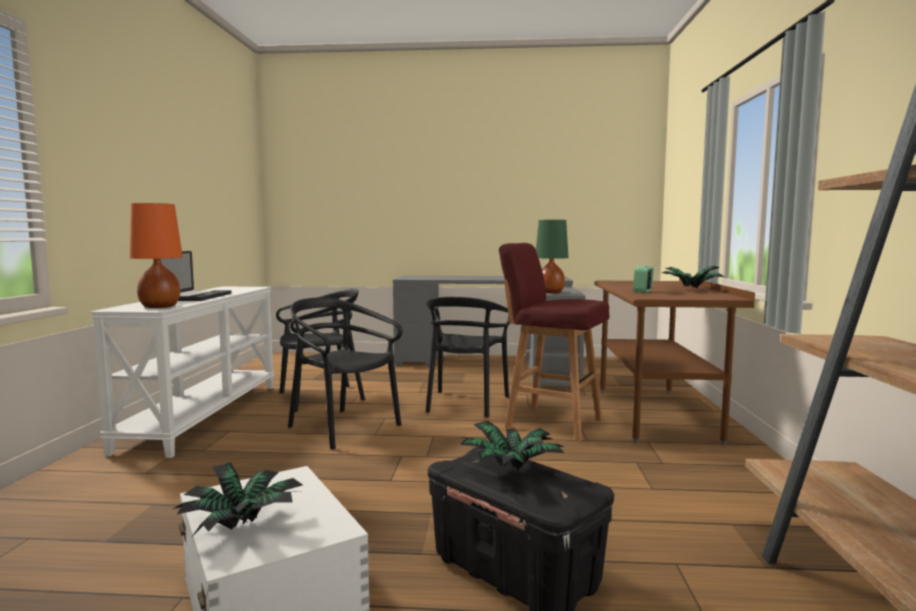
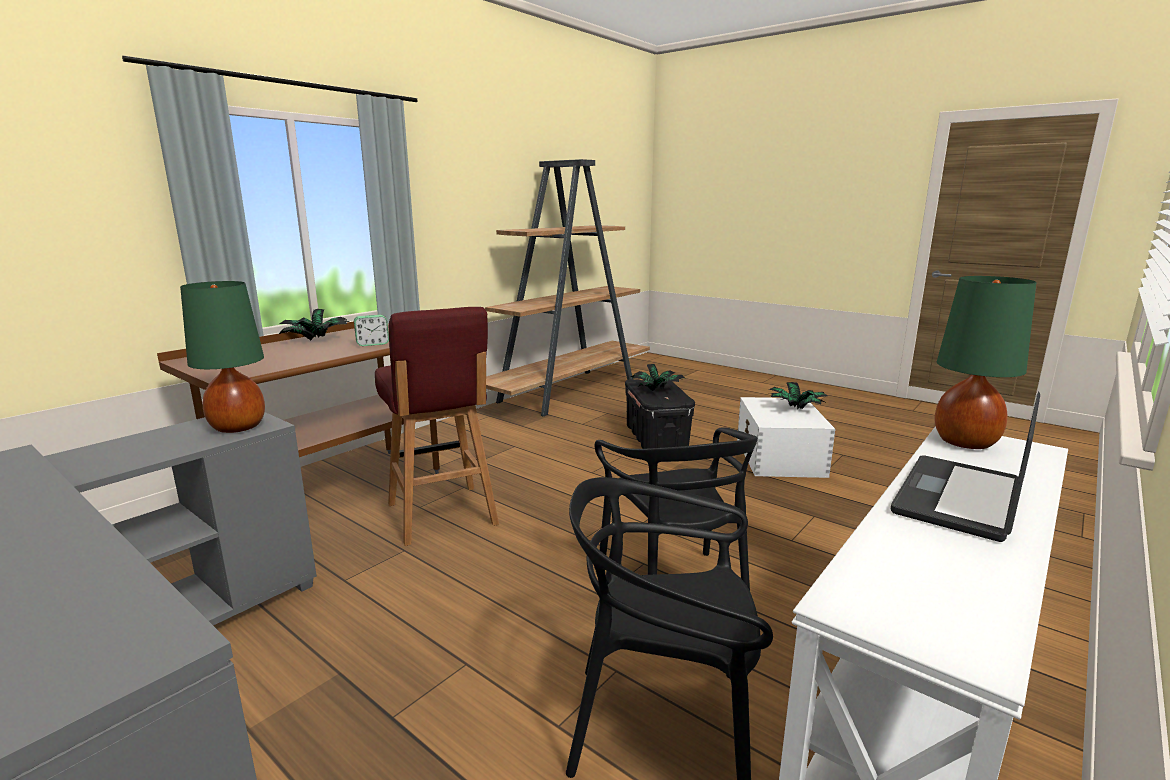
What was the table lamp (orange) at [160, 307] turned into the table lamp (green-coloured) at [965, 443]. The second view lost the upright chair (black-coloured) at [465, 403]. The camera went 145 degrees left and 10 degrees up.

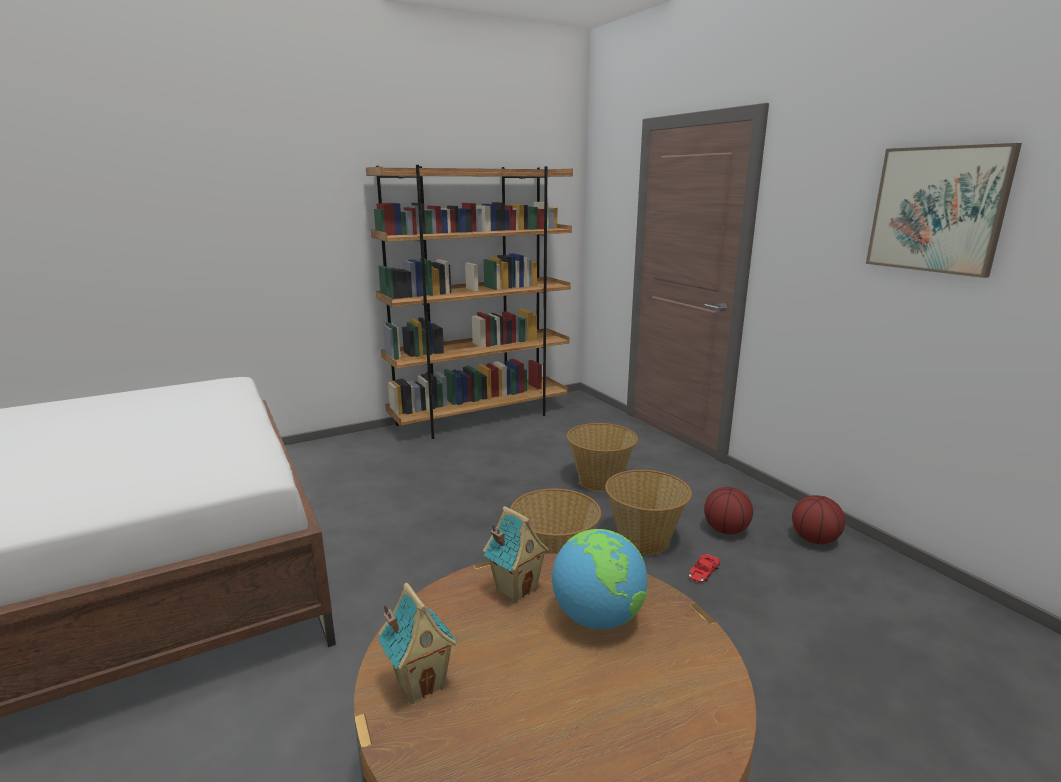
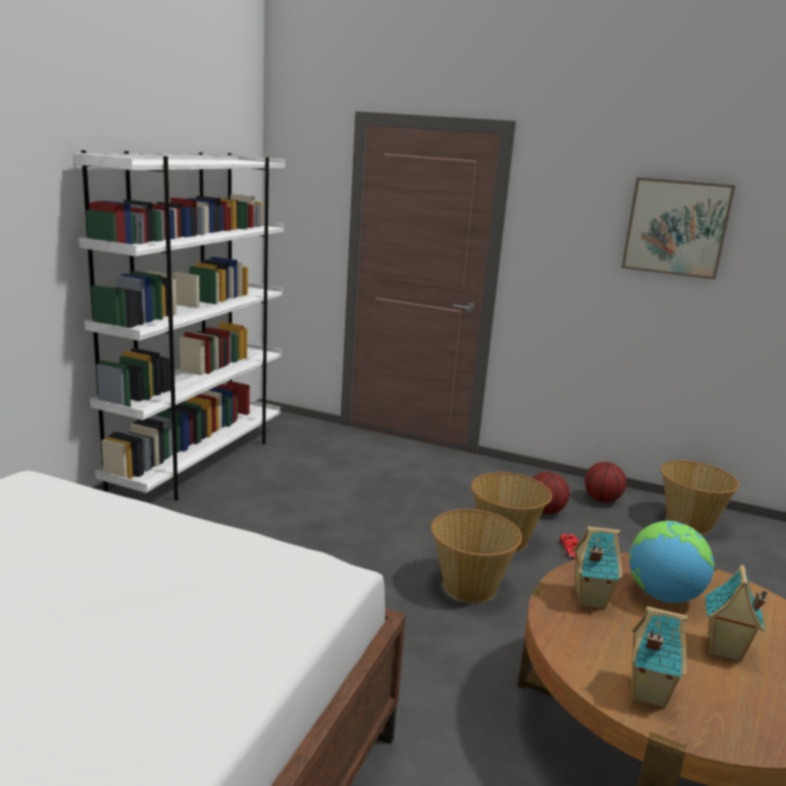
What was the bookshelf (brown-coloured) at [481, 418] turned into the bookshelf (white) at [199, 462]. The basket ended up elsewhere, having gone from [600, 481] to [688, 522]. The second view gained the model house at [723, 650]. The camera went 40 degrees left and 0 degrees up.

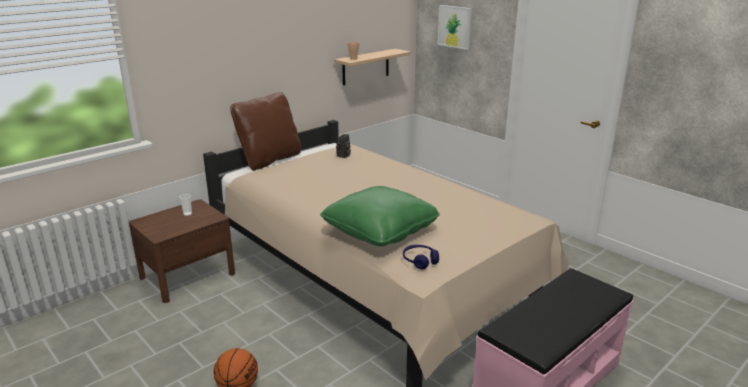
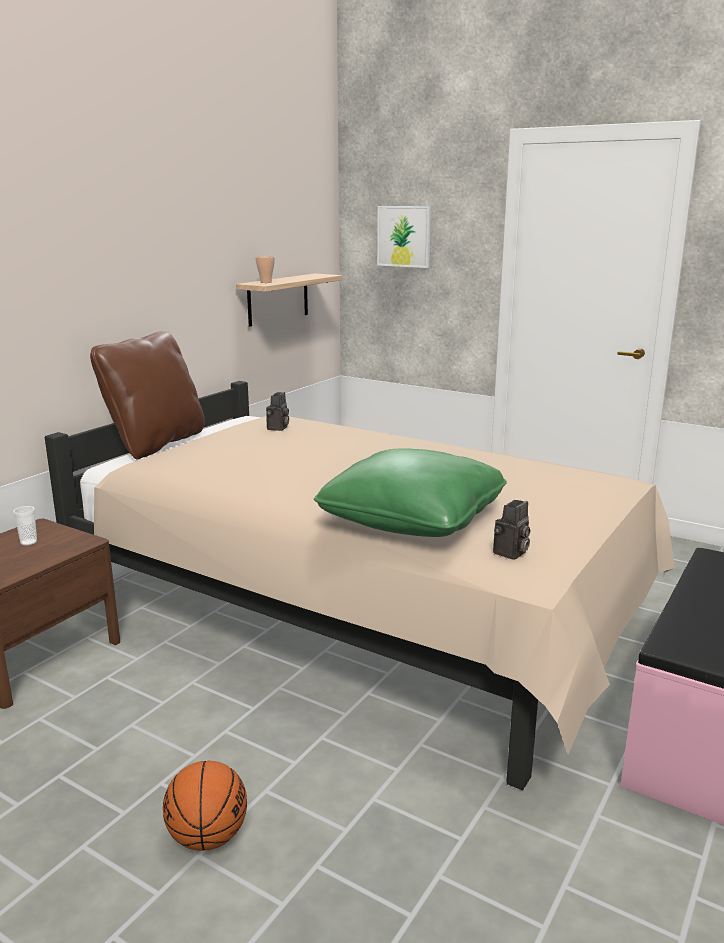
Where the pair of headphones (blue) stood at [420, 261], the still camera came to stand at [511, 553]. The camera went 15 degrees left and 5 degrees down.

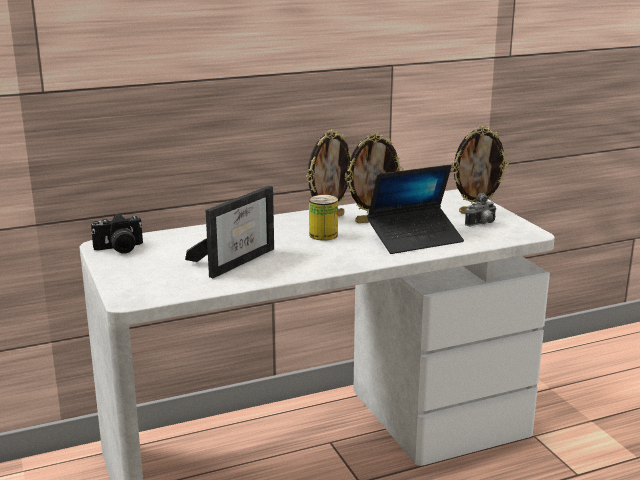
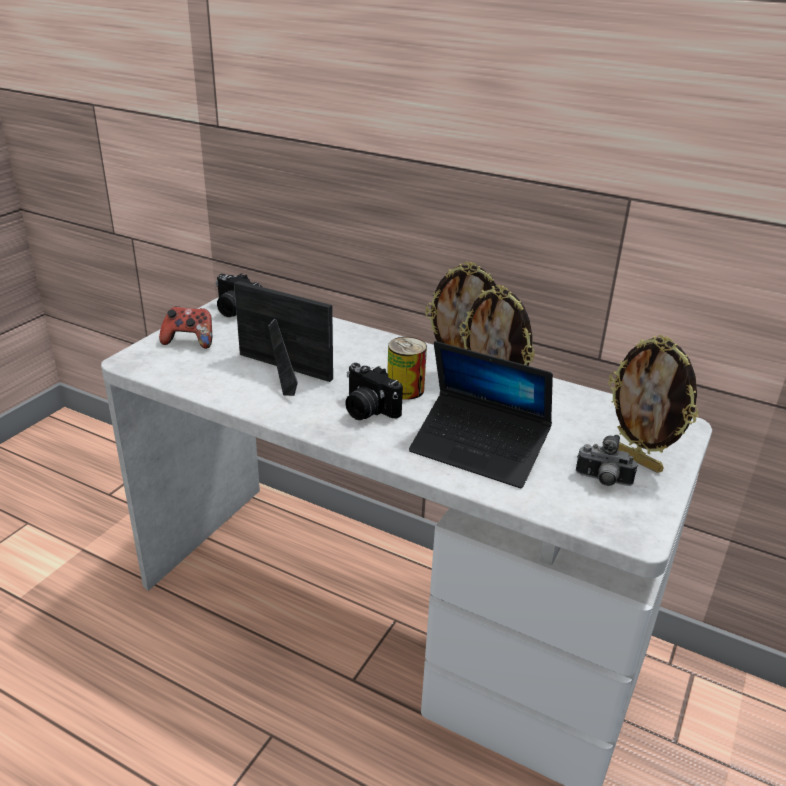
The picture frame at [236, 260] ended up facing another way, 150 degrees counterclockwise from before. The second view gained the joypad at [189, 341]. The second view gained the still camera at [367, 410]. The camera went 50 degrees right and 10 degrees up.

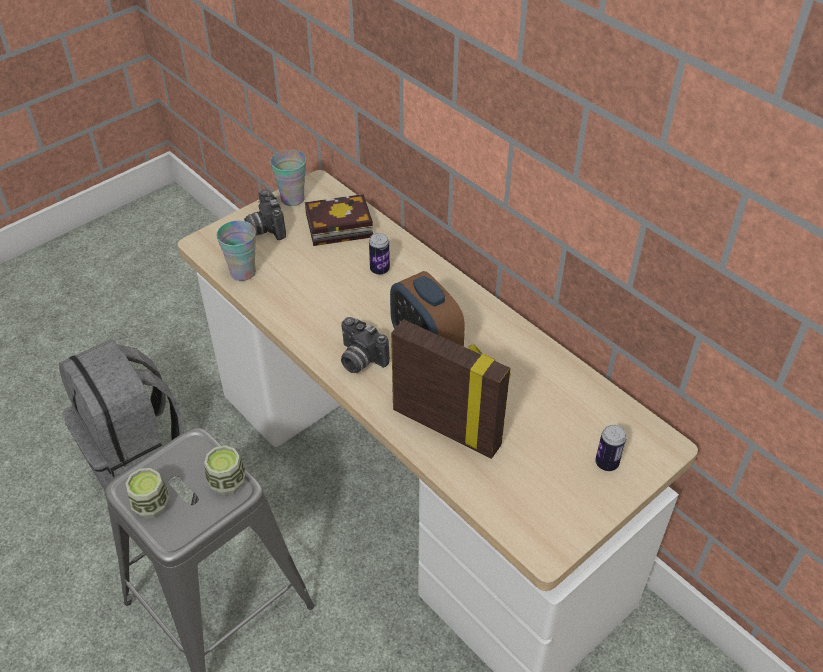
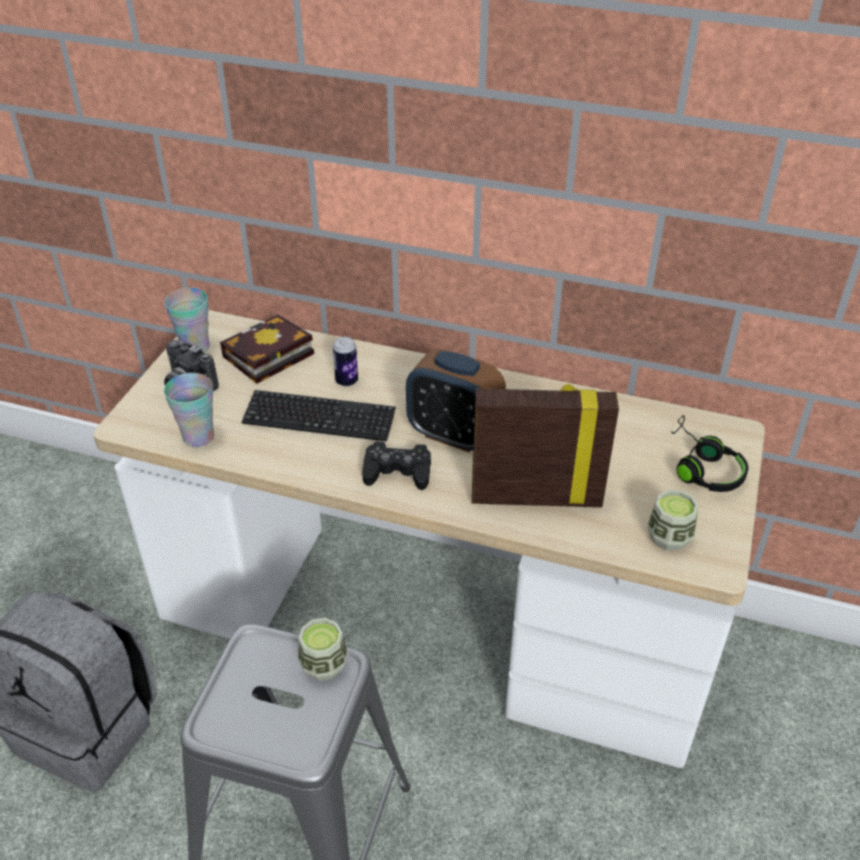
The cup ended up elsewhere, having gone from [151, 505] to [669, 537]. Where the still camera stood at [359, 360], the joypad (black-coloured) came to stand at [397, 472]. Where the metal can stood at [606, 463], the pair of headphones (black-coloured) came to stand at [702, 467]. The second view gained the keyboard at [319, 418]. The camera went 30 degrees left and 5 degrees down.

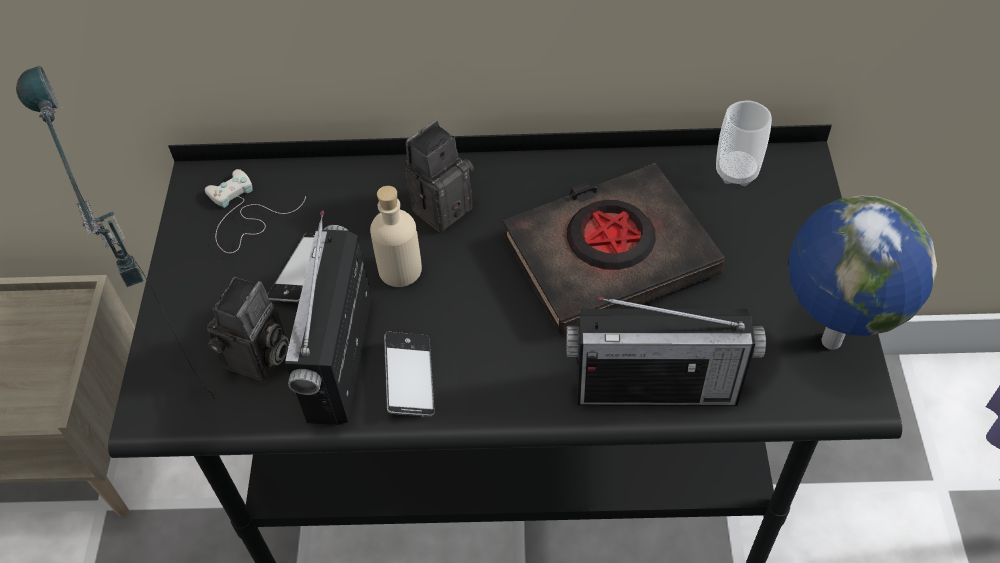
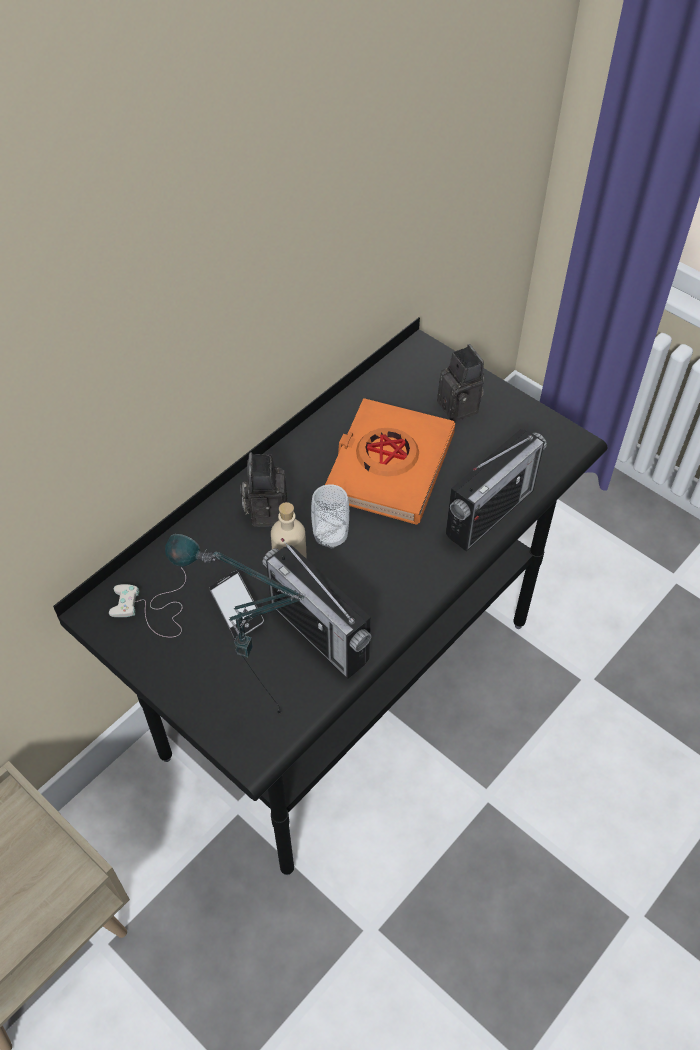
The still camera ended up elsewhere, having gone from [258, 360] to [461, 408]. The second view lost the handset at [409, 378]. What was the book (black-coloured) at [609, 255] turned into the book (orange) at [388, 467]. The cup ended up elsewhere, having gone from [736, 172] to [330, 536]. The second view lost the world globe at [828, 340]. The camera went 50 degrees left and 0 degrees up.

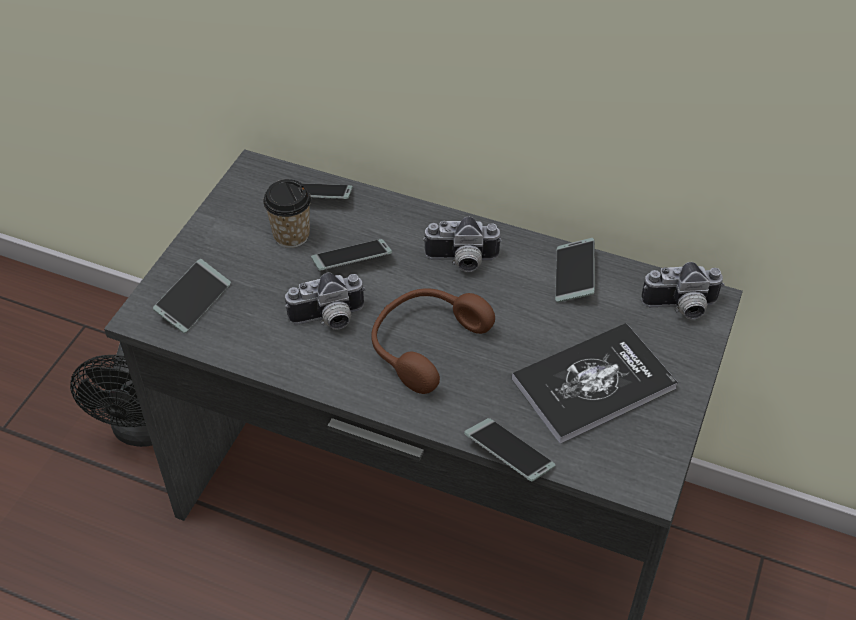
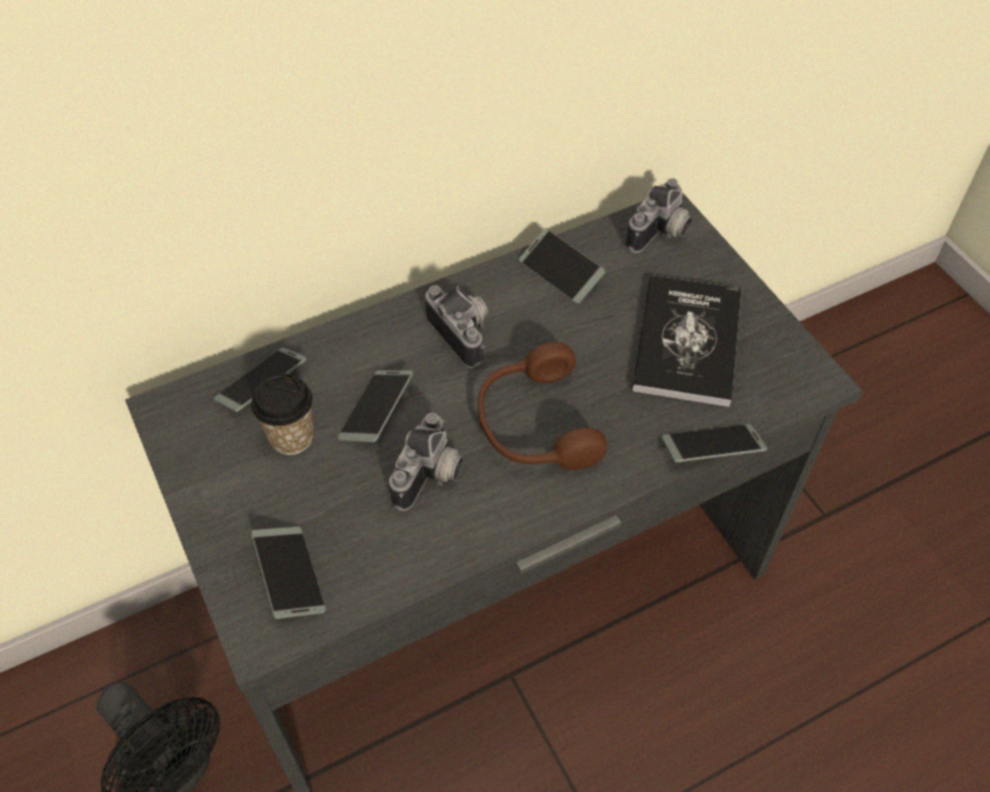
The still camera at [461, 262] ended up facing another way, 75 degrees counterclockwise from before. The camera went 50 degrees left and 5 degrees up.

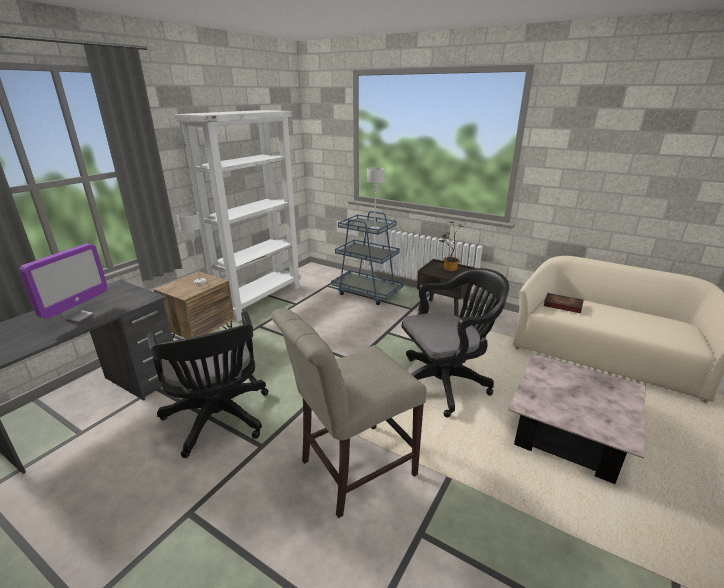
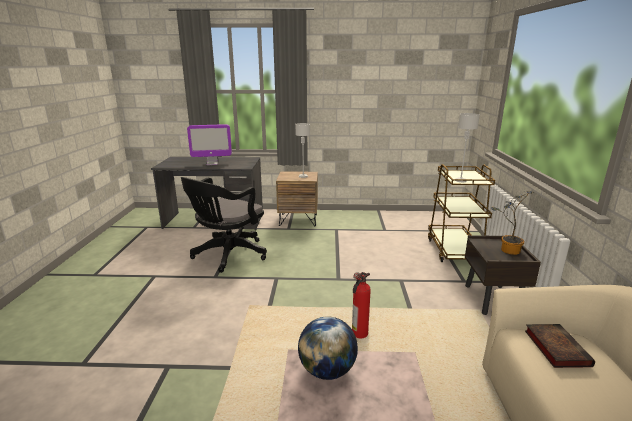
The second view lost the bookshelf (white) at [260, 299]. The second view lost the upright chair (beige-coloured) at [352, 469]. What was the cart (blue) at [367, 292] turned into the cart (brown-coloured) at [454, 250]. Where the computer chair (black-coloured) stood at [445, 382], the fire extinguisher came to stand at [359, 334]. The second view gained the world globe at [327, 370]. The camera went 60 degrees right and 5 degrees down.

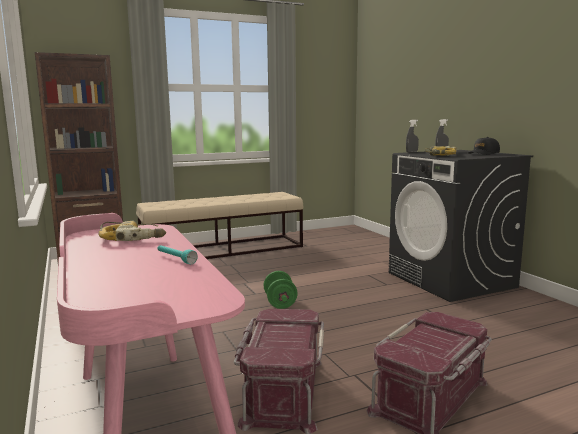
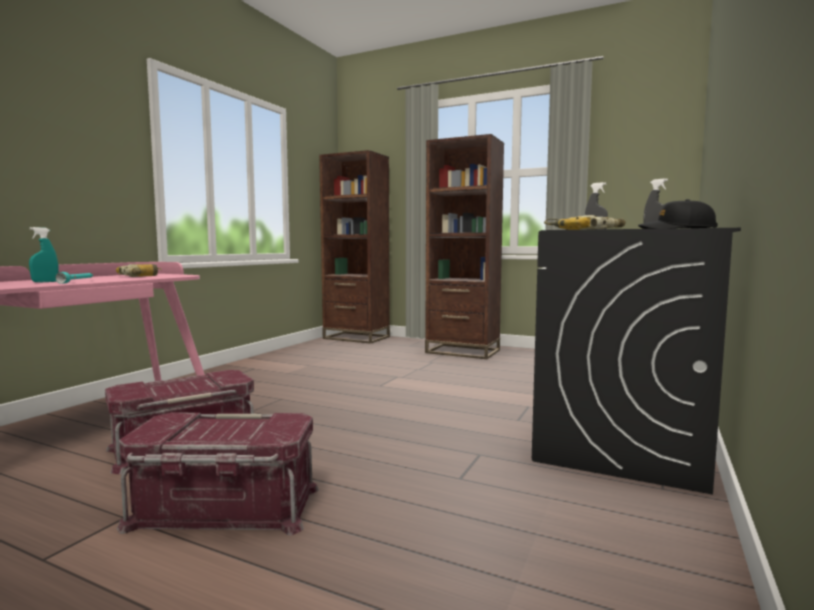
Where the bench (beige-coloured) stood at [223, 250], the bookshelf (brown-coloured) came to stand at [462, 352]. The second view lost the free weight (green-coloured) at [280, 303]. The second view gained the sprayer (turquoise-coloured) at [45, 282]. The camera went 50 degrees right and 5 degrees down.

